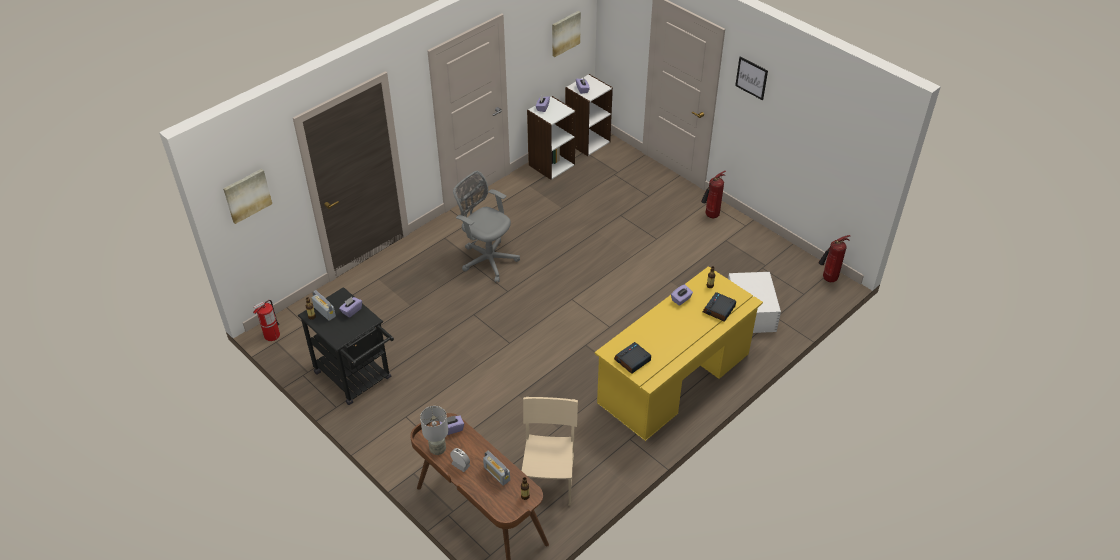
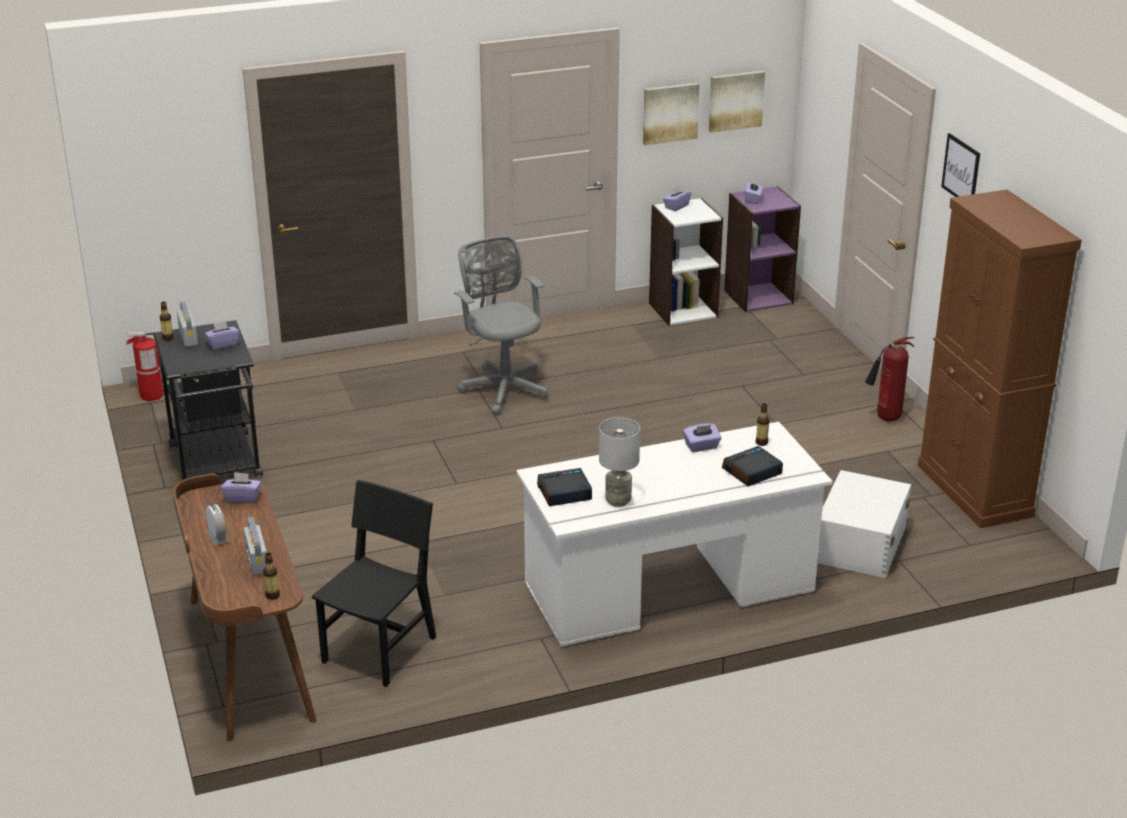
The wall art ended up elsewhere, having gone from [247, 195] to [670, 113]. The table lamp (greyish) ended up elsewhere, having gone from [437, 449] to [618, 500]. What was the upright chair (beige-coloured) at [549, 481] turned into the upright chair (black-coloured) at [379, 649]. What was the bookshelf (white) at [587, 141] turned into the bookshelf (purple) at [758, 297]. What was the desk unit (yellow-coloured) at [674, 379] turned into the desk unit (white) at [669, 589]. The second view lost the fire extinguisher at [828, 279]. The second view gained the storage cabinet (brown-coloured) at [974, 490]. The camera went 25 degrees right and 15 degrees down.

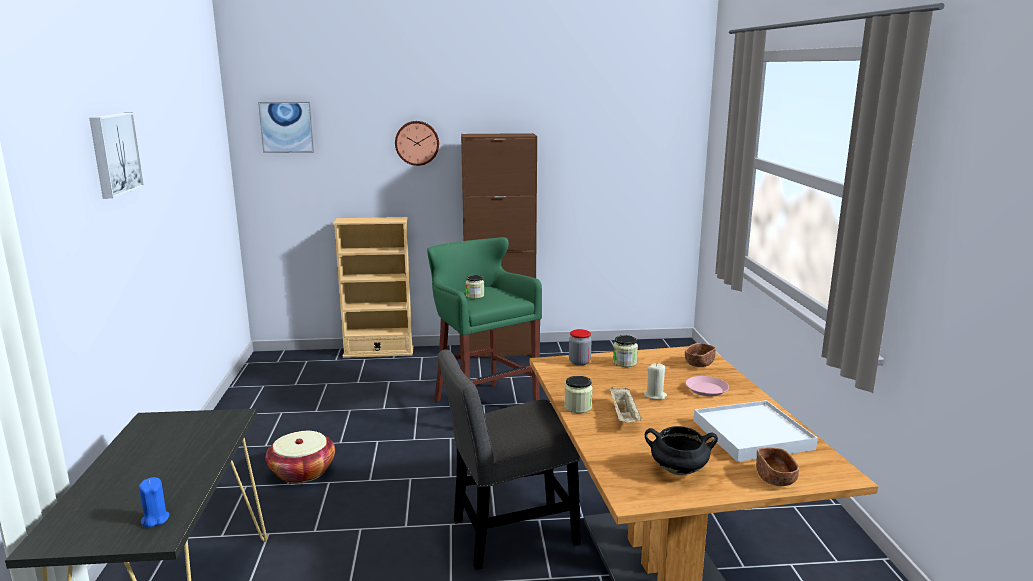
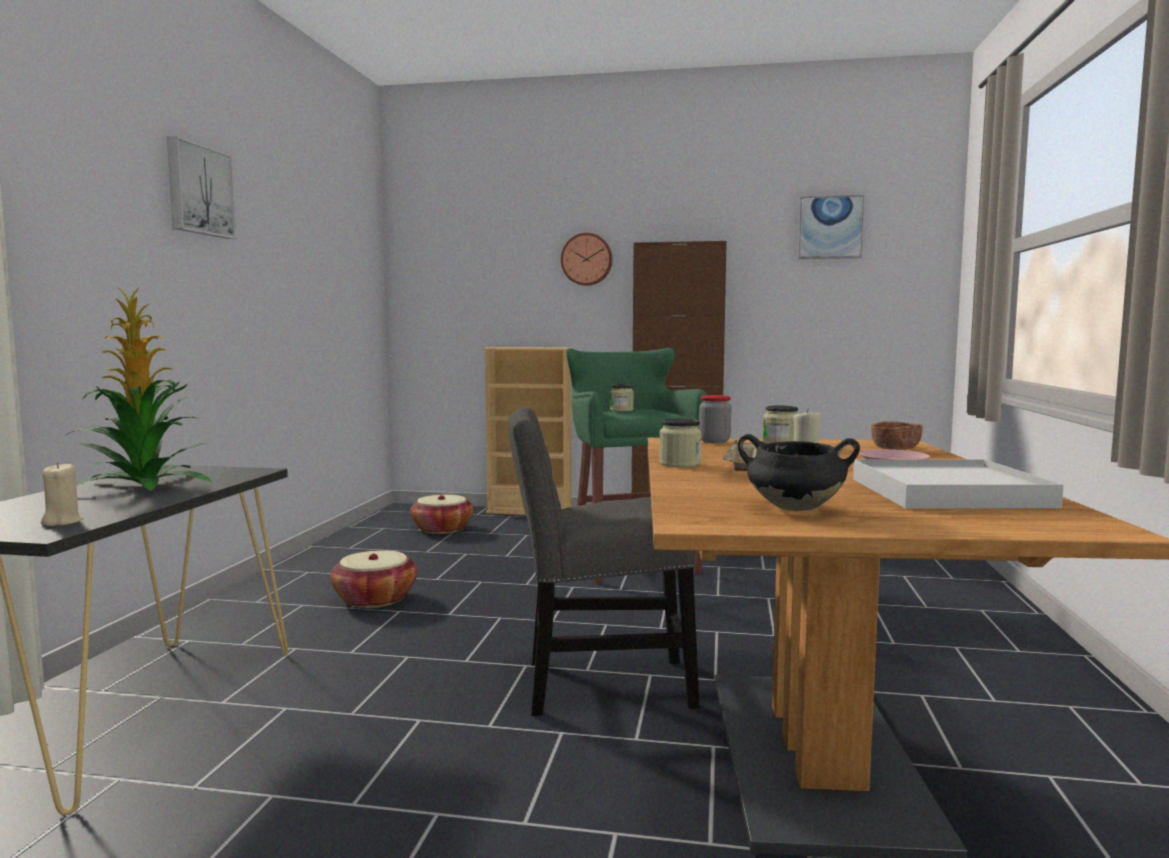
What was the wax candle (blue) at [155, 519] turned into the wax candle (beige-coloured) at [62, 522]. The wall art ended up elsewhere, having gone from [287, 127] to [830, 227]. The second view lost the deep dish (brown-coloured) at [775, 478]. The second view gained the houseplant at [143, 486]. The second view gained the basket at [442, 529]. The camera went 15 degrees right and 10 degrees down.

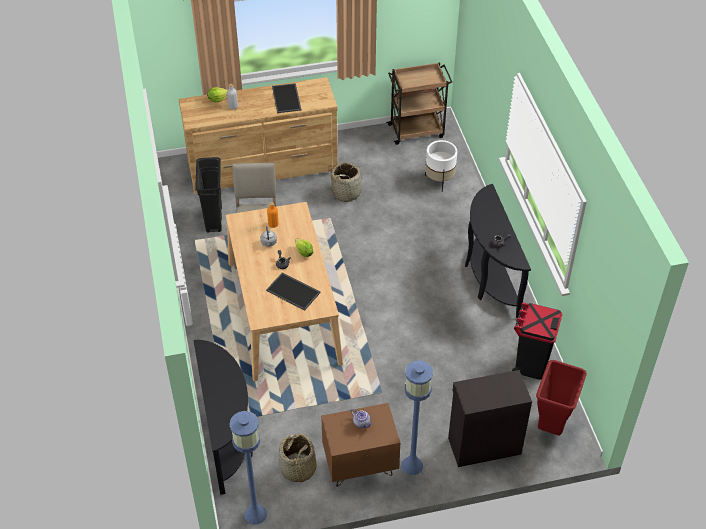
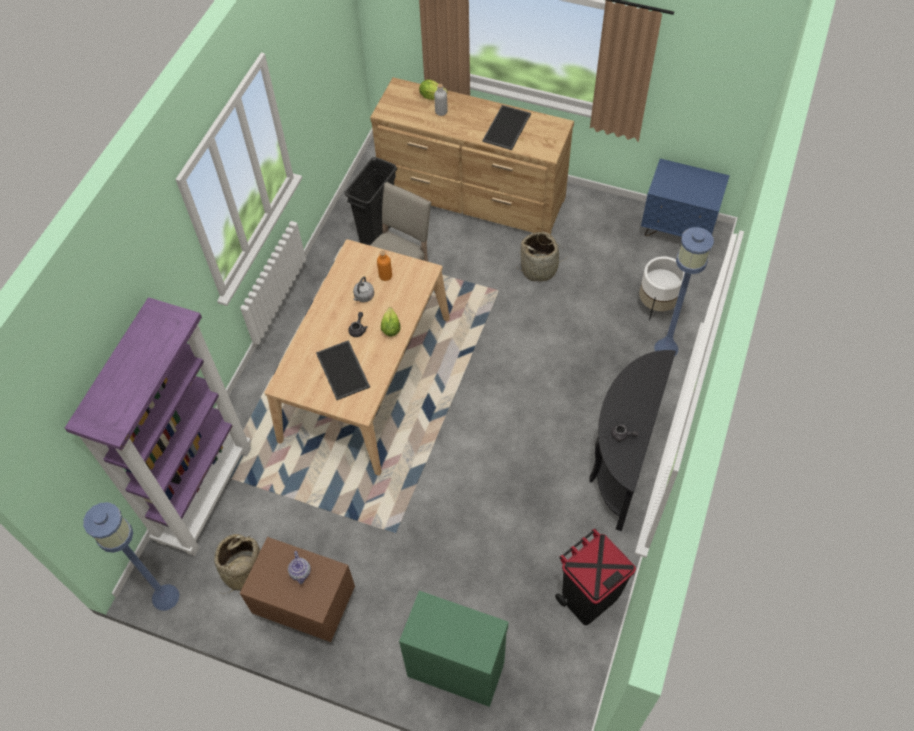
Where the narrow table (black-coloured) stood at [228, 438], the bookshelf (purple) came to stand at [205, 493]. Where the cart (brown-coloured) stood at [417, 131], the bedside table (blue) came to stand at [677, 229]. The floor lamp (blue) ended up elsewhere, having gone from [412, 465] to [666, 348]. What was the storage cabinet (black-coloured) at [483, 445] turned into the storage cabinet (green-coloured) at [456, 667]. The second view lost the trash can (red-coloured) at [552, 426]. The camera went 35 degrees right and 10 degrees up.

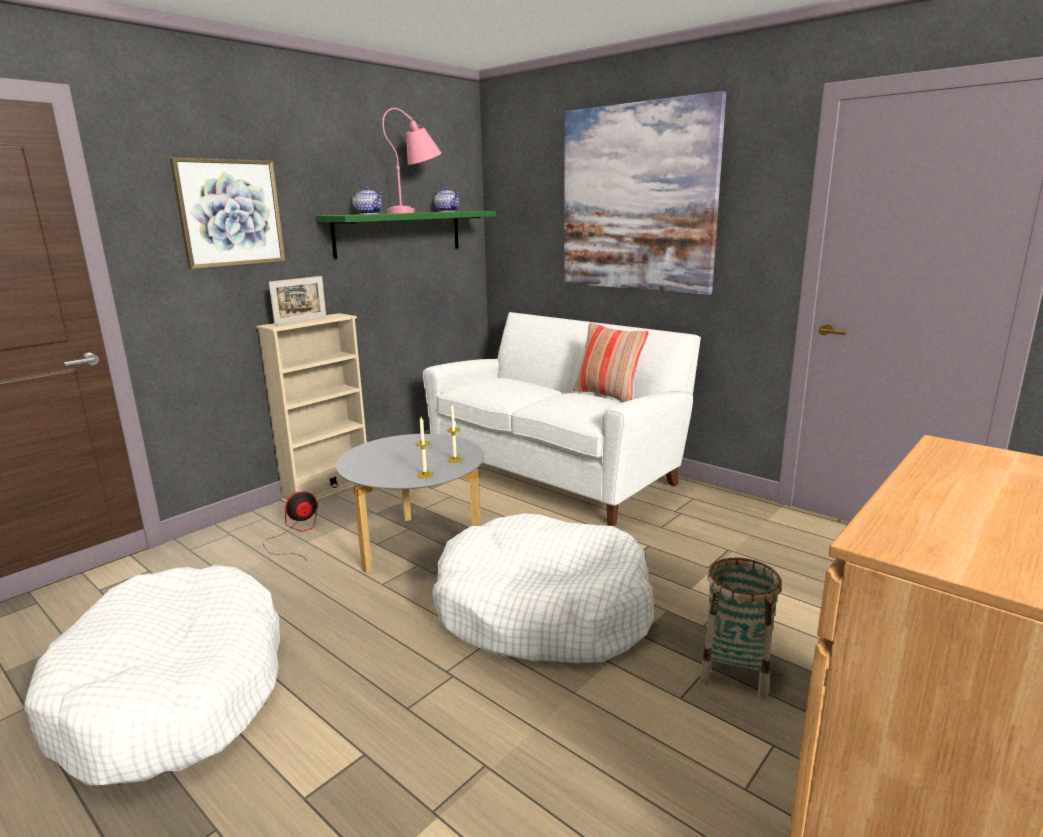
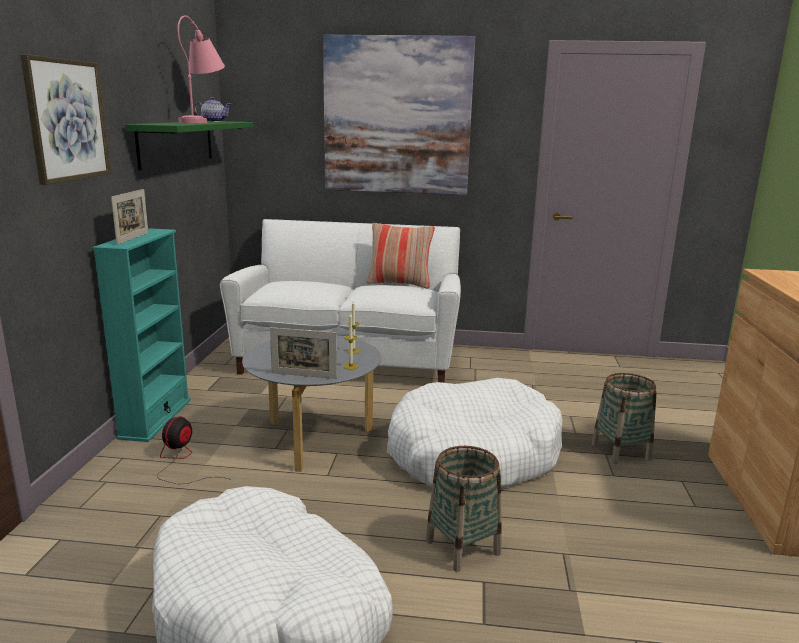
What was the bookshelf (beige-coloured) at [328, 490] turned into the bookshelf (turquoise-coloured) at [155, 418]. The second view lost the tea pot at [369, 214]. The second view gained the picture frame at [304, 376]. The second view gained the basket at [462, 547]. The camera went 35 degrees left and 0 degrees up.

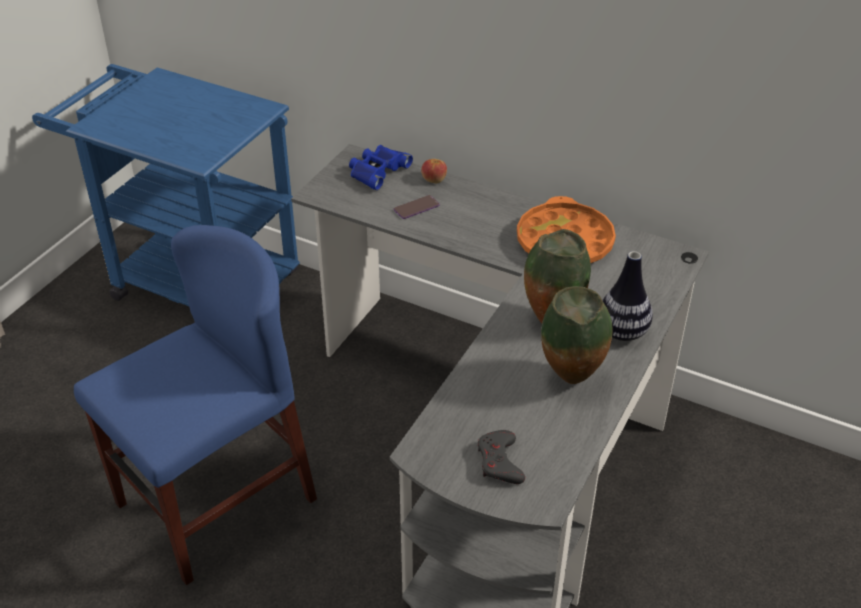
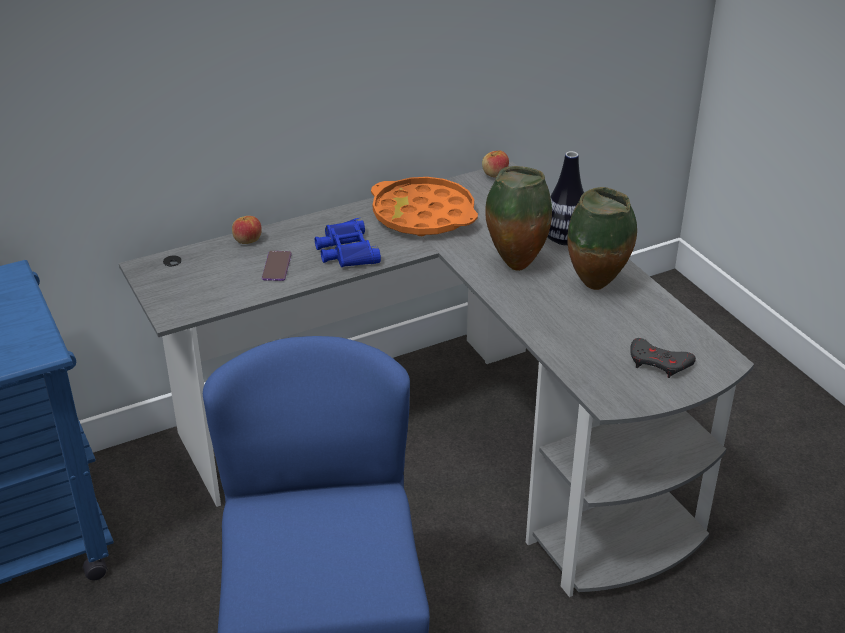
The field glasses (blue) ended up elsewhere, having gone from [377, 171] to [346, 251]. The second view gained the whole apple at [494, 174]. The camera went 55 degrees left and 5 degrees down.

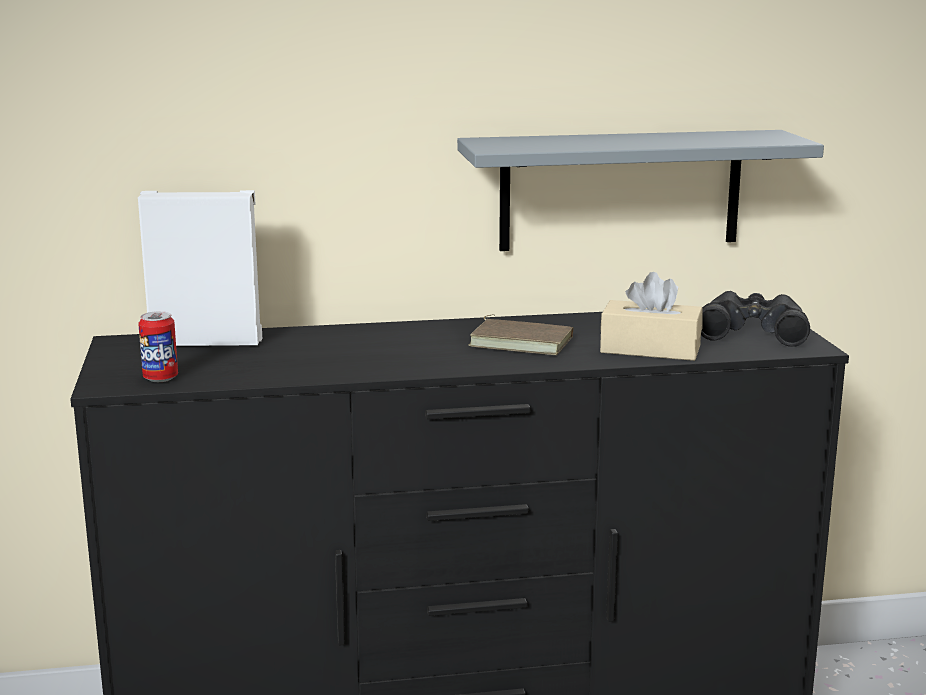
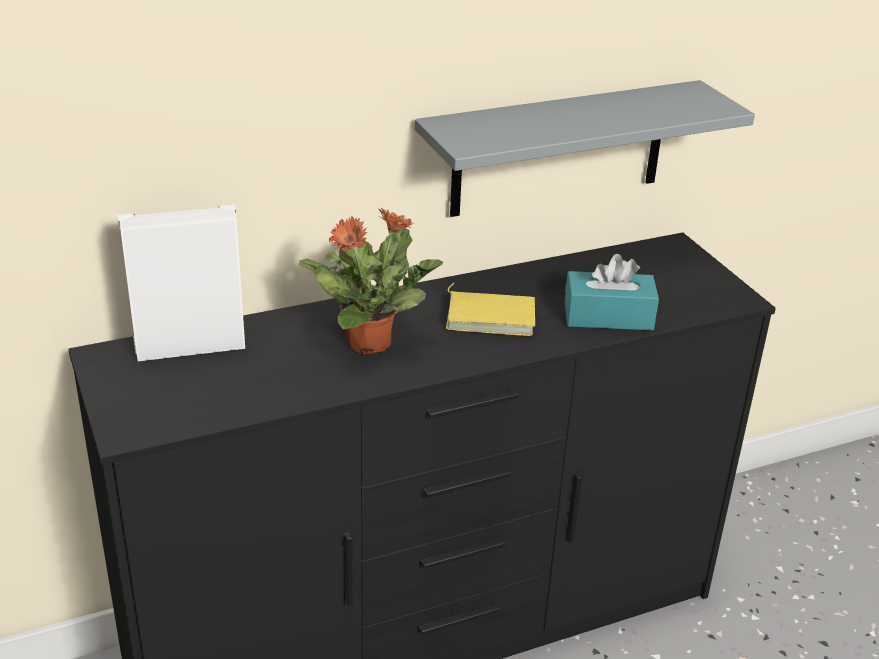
The second view lost the metal can at [160, 378]. What was the book (brown-coloured) at [522, 342] turned into the book (yellow-coloured) at [491, 316]. What was the box of tissues (beige-coloured) at [650, 349] turned into the box of tissues (turquoise-coloured) at [608, 316]. The second view lost the field glasses (black-coloured) at [752, 330]. The second view gained the houseplant at [371, 342]. The camera went 15 degrees left and 15 degrees up.

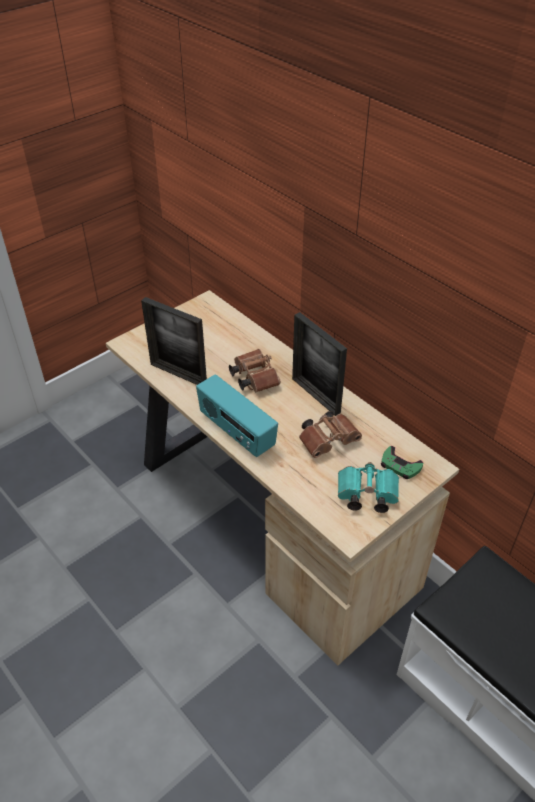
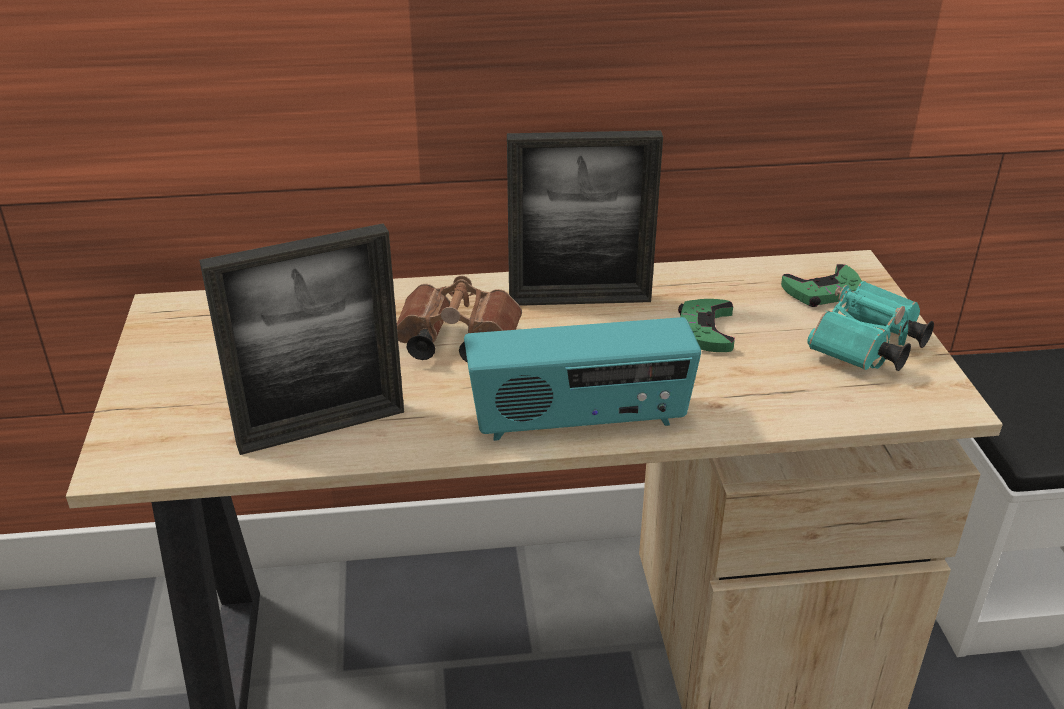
Where the field glasses (brown-coloured) stood at [329, 440], the joypad (green-coloured) came to stand at [704, 331]. The camera went 55 degrees left and 10 degrees down.

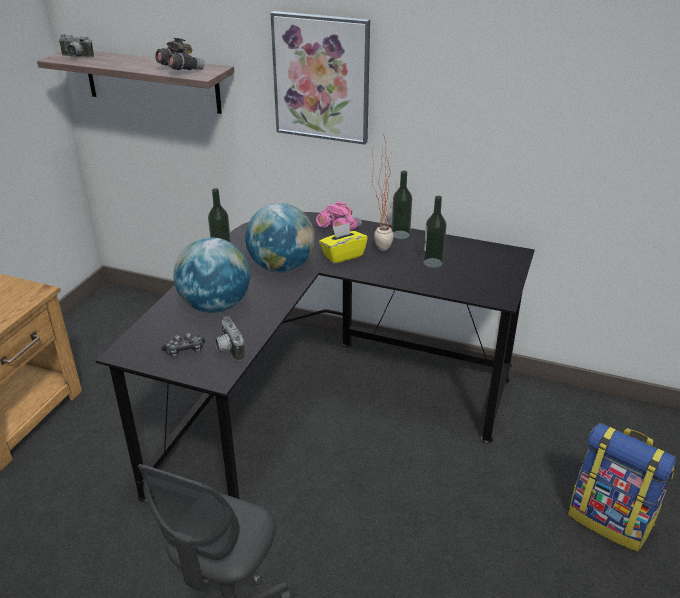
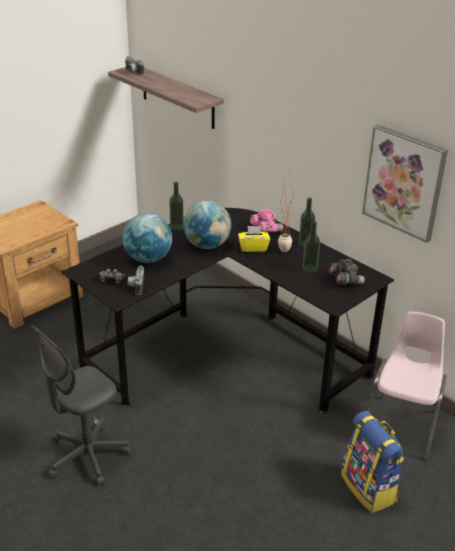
The field glasses (greyish) ended up elsewhere, having gone from [180, 70] to [345, 280]. The wall art ended up elsewhere, having gone from [322, 78] to [404, 182]. The second view gained the upright chair (pink) at [402, 426]. The camera went 25 degrees right and 0 degrees up.

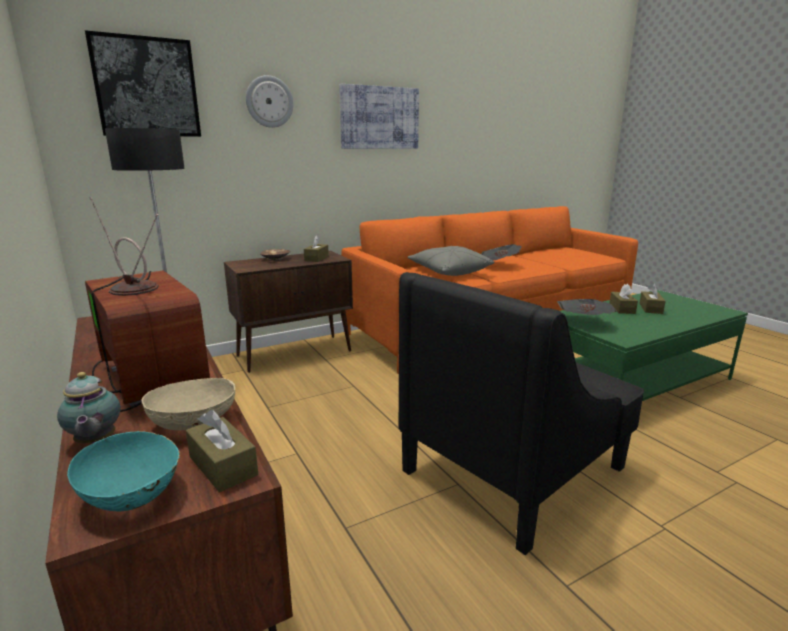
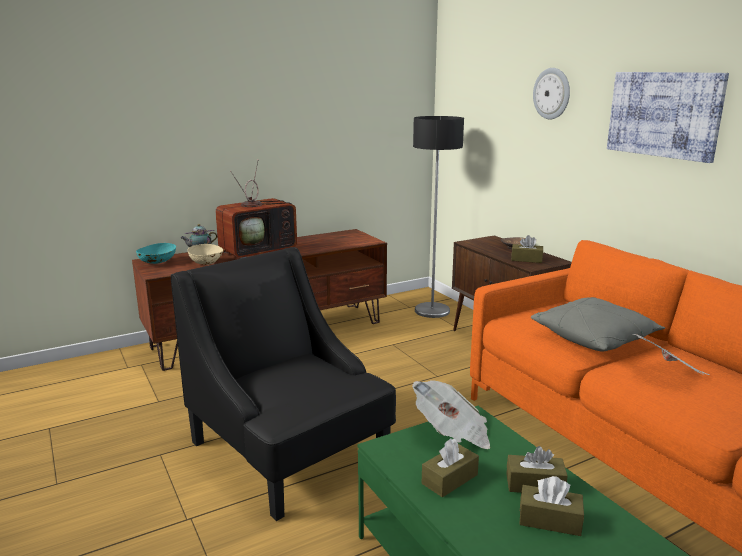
The second view lost the wall art at [146, 88]. The box of tissues (brown-coloured) ended up elsewhere, having gone from [223, 466] to [449, 479]. The camera went 90 degrees right and 0 degrees up.

